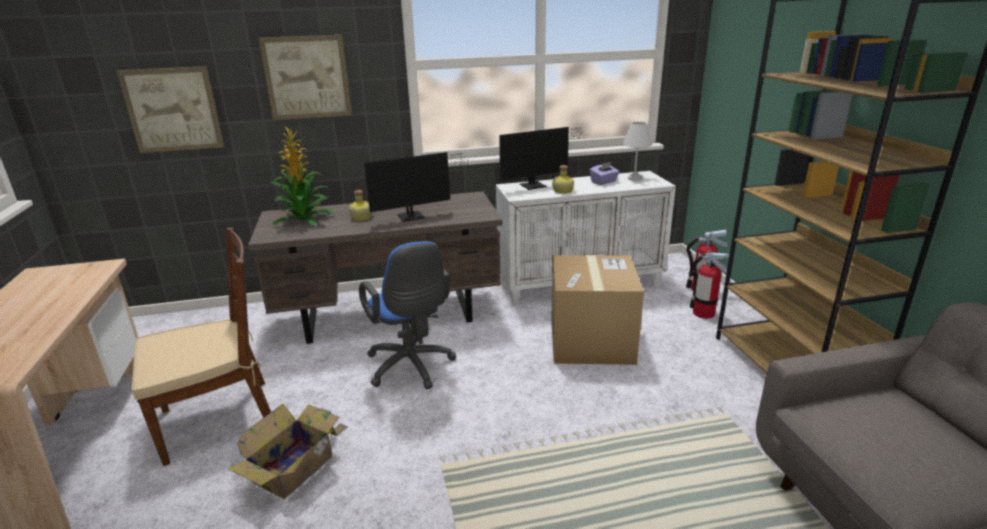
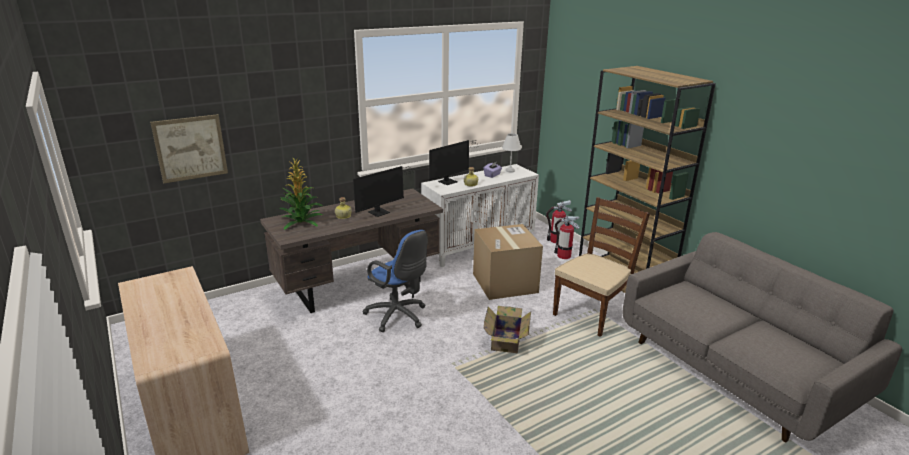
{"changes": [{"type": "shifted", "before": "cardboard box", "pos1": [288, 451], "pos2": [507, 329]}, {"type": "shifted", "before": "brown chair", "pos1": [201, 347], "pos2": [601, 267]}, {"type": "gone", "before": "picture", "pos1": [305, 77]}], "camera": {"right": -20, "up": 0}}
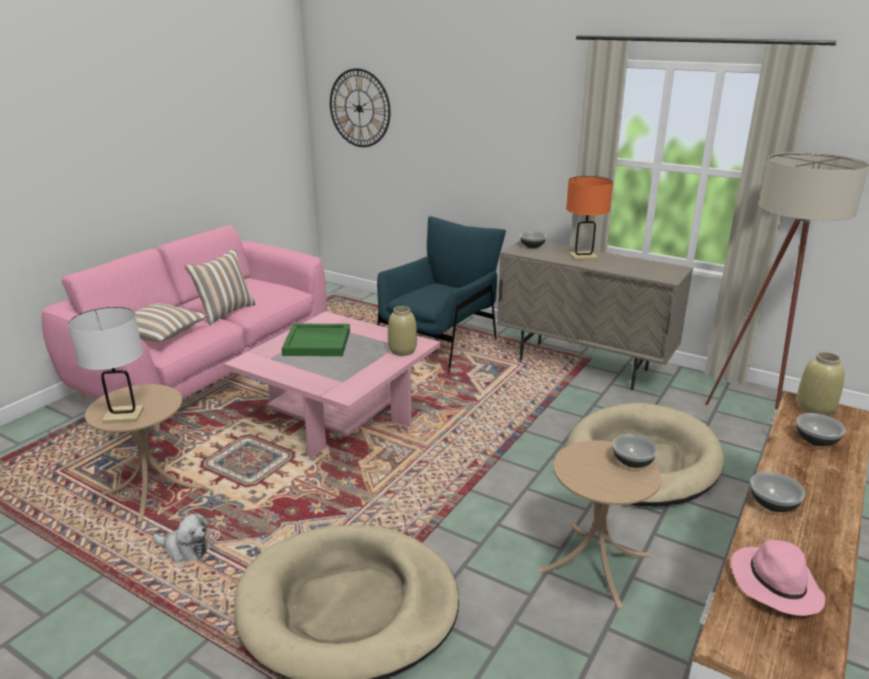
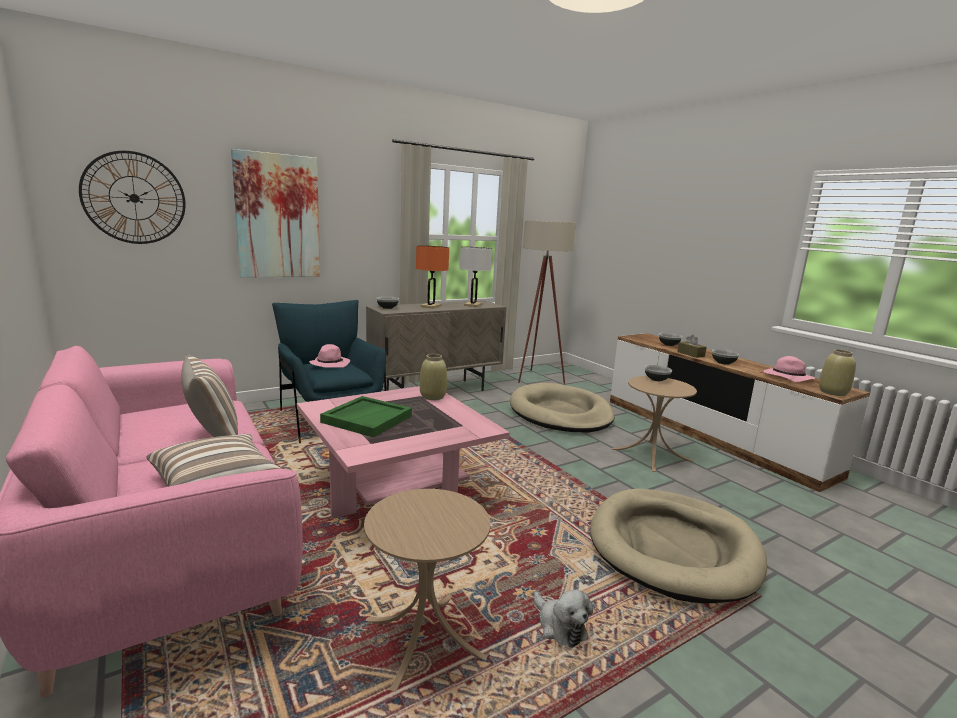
{"changes": [{"type": "new", "after": "picture", "pos2": [275, 213]}, {"type": "new", "after": "pink hat", "pos2": [329, 356]}, {"type": "shifted", "before": "white table lamp", "pos1": [106, 365], "pos2": [476, 277]}, {"type": "rotated", "before": "plush toy", "pos1": [182, 538], "pos2": [563, 619], "turn": 105}, {"type": "new", "after": "brown tissue box", "pos2": [692, 346]}, {"type": "shifted", "before": "beige vase", "pos1": [821, 384], "pos2": [837, 372]}], "camera": {"right": -65, "up": -10}}
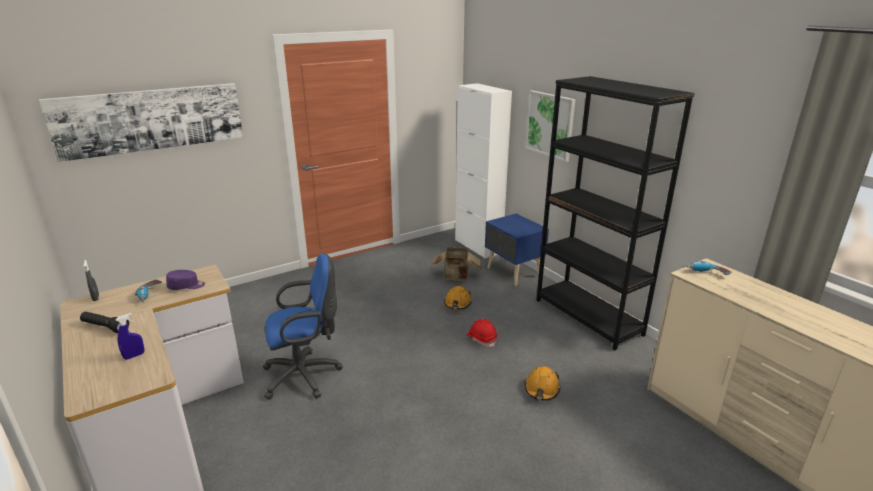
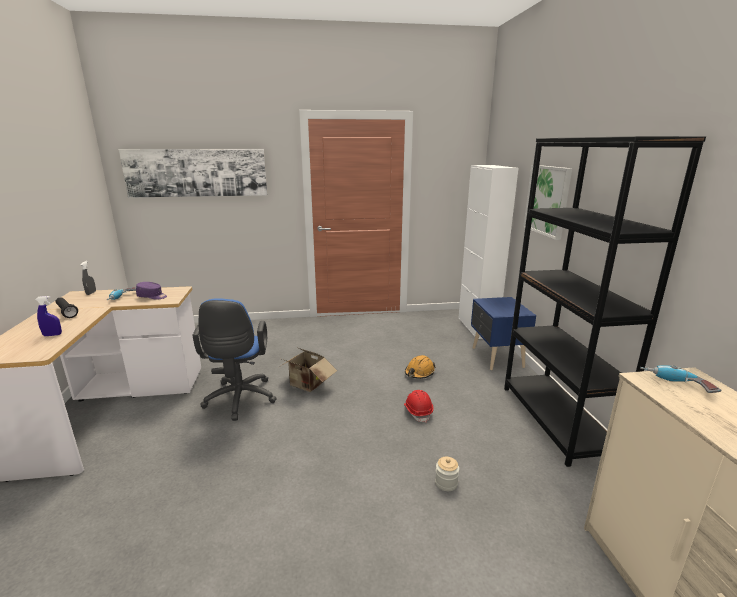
{"changes": [{"type": "rotated", "before": "blue office chair", "pos1": [303, 327], "pos2": [234, 359], "turn": 75}, {"type": "shifted", "before": "cardboard box", "pos1": [456, 264], "pos2": [308, 370]}, {"type": "swapped", "before": "orange hard hat", "after": "jar", "pos1": [542, 383], "pos2": [447, 474]}], "camera": {"right": 25, "up": -5}}
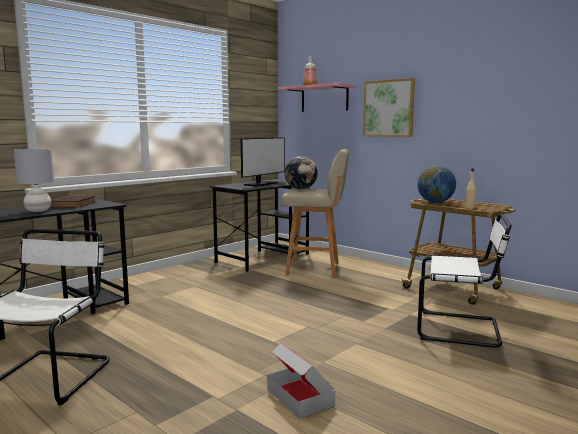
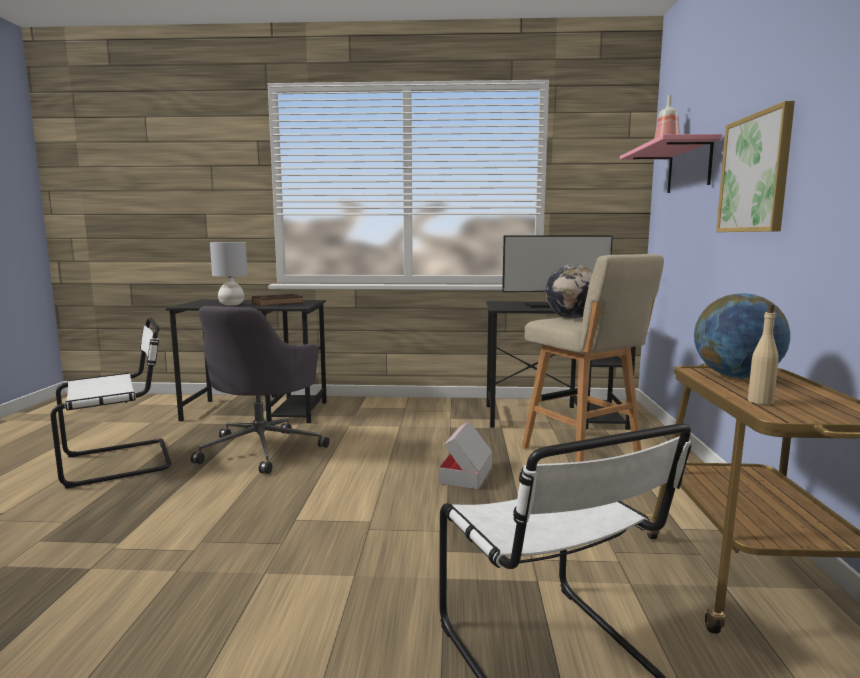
{"changes": [{"type": "new", "after": "grey office chair", "pos2": [260, 390]}, {"type": "shifted", "before": "cardboard box", "pos1": [301, 380], "pos2": [465, 455]}], "camera": {"right": 50, "up": 0}}
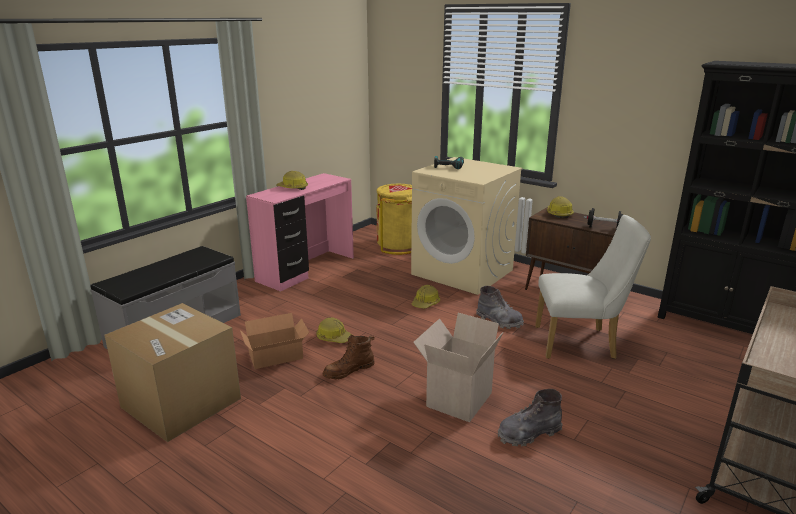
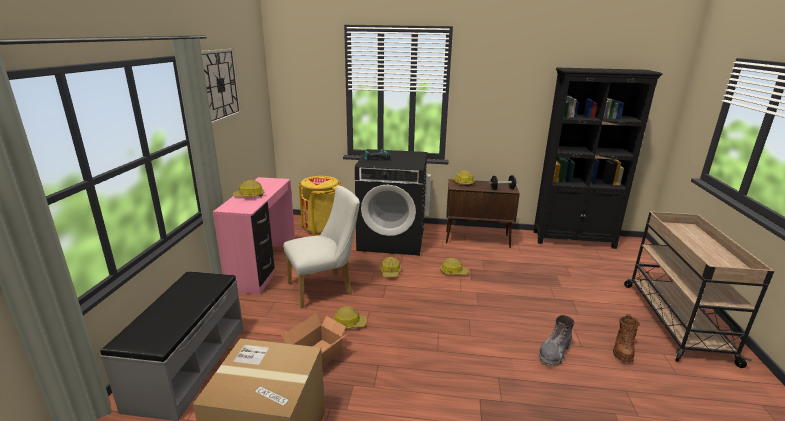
{"changes": [{"type": "new", "after": "wall clock", "pos2": [221, 86]}, {"type": "shifted", "before": "white chair", "pos1": [593, 287], "pos2": [321, 247]}, {"type": "repainted", "before": "beige washing machine", "after": "black washing machine", "pos1": [466, 226], "pos2": [391, 202]}, {"type": "swapped", "before": "grey boot", "after": "hard hat", "pos1": [500, 307], "pos2": [454, 266]}, {"type": "shifted", "before": "brown boot", "pos1": [349, 356], "pos2": [626, 338]}, {"type": "gone", "before": "cardboard box", "pos1": [458, 367]}], "camera": {"right": -30, "up": 0}}
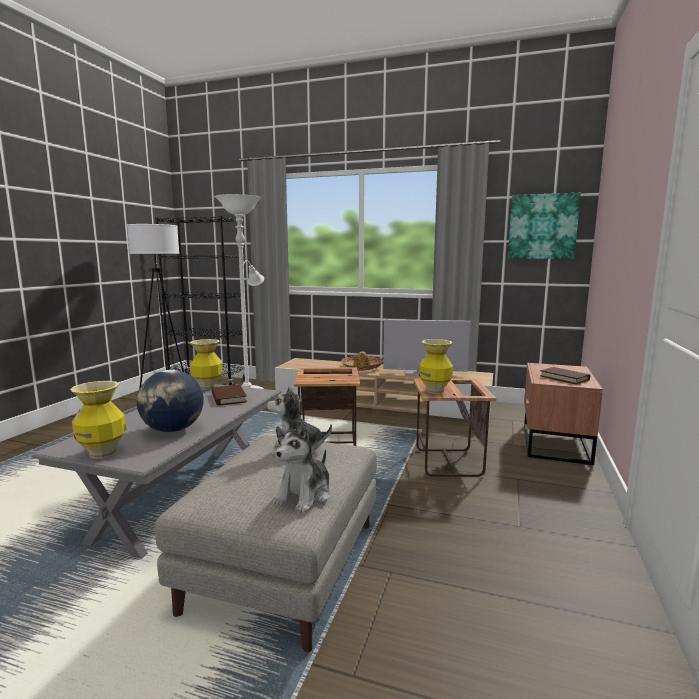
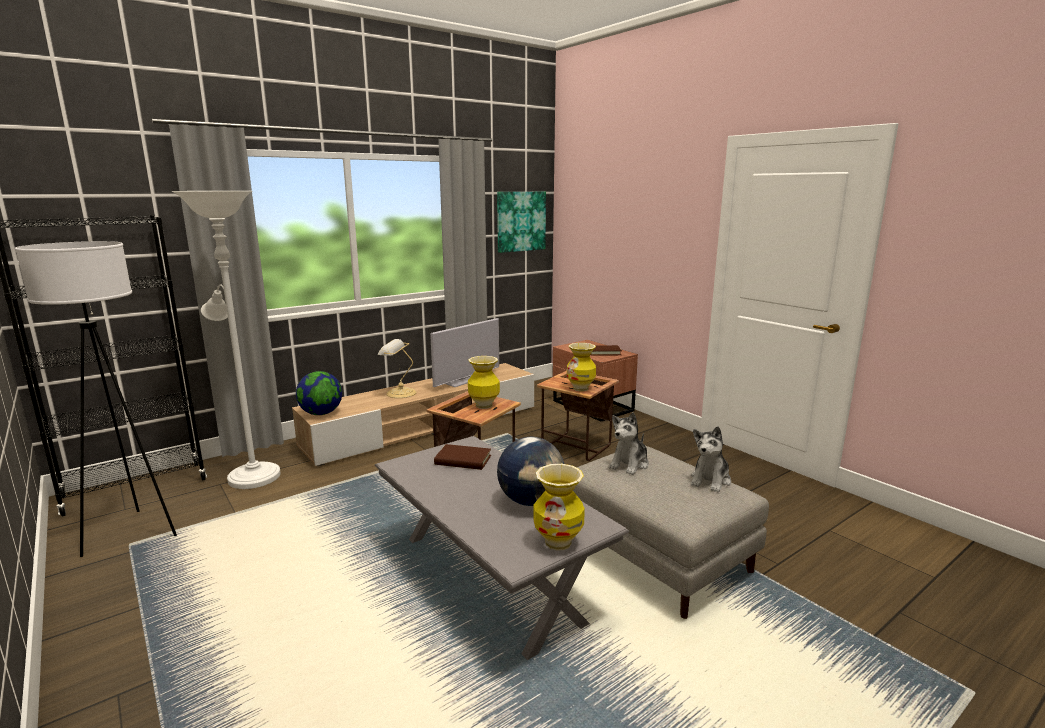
{"changes": [{"type": "new", "after": "globe", "pos2": [319, 393]}, {"type": "swapped", "before": "hat", "after": "table lamp", "pos1": [362, 361], "pos2": [397, 368]}, {"type": "shifted", "before": "vase", "pos1": [206, 364], "pos2": [484, 382]}, {"type": "rotated", "before": "plush toy", "pos1": [302, 467], "pos2": [711, 459], "turn": 60}], "camera": {"right": -55, "up": 5}}
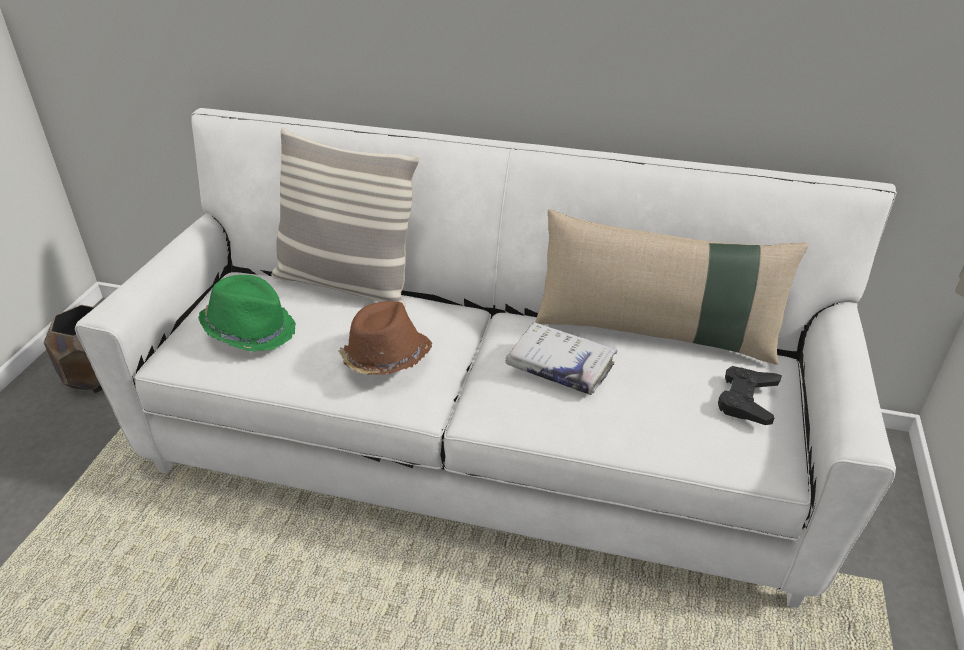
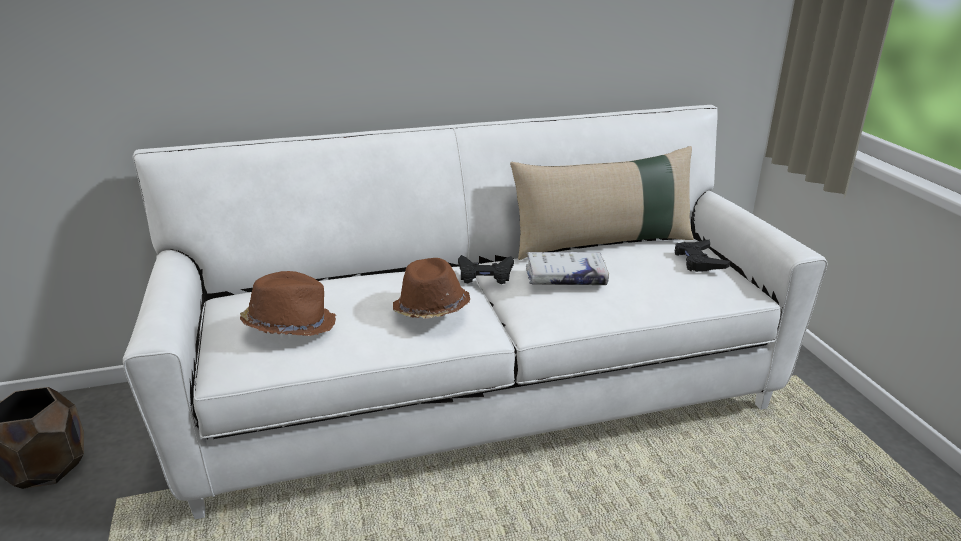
{"changes": [{"type": "repainted", "before": "green hat", "after": "brown hat", "pos1": [247, 313], "pos2": [288, 303]}, {"type": "new", "after": "black game controller", "pos2": [486, 269]}, {"type": "gone", "before": "pillow", "pos1": [345, 217]}], "camera": {"right": -30, "up": -10}}
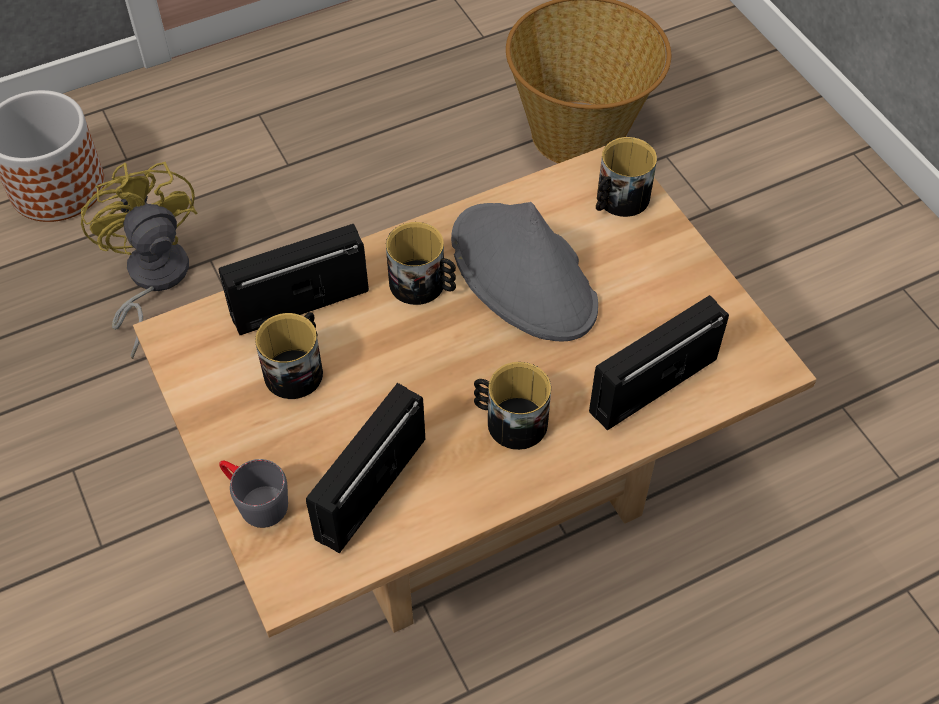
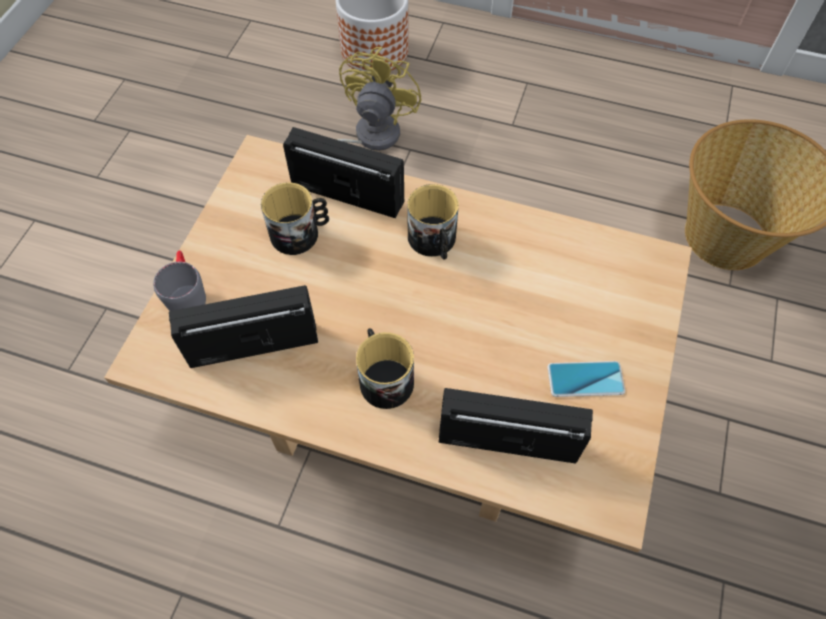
{"changes": [{"type": "new", "after": "phone", "pos2": [586, 379]}, {"type": "gone", "before": "grey hat", "pos1": [524, 271]}, {"type": "gone", "before": "mug", "pos1": [626, 177]}], "camera": {"right": 45, "up": 5}}
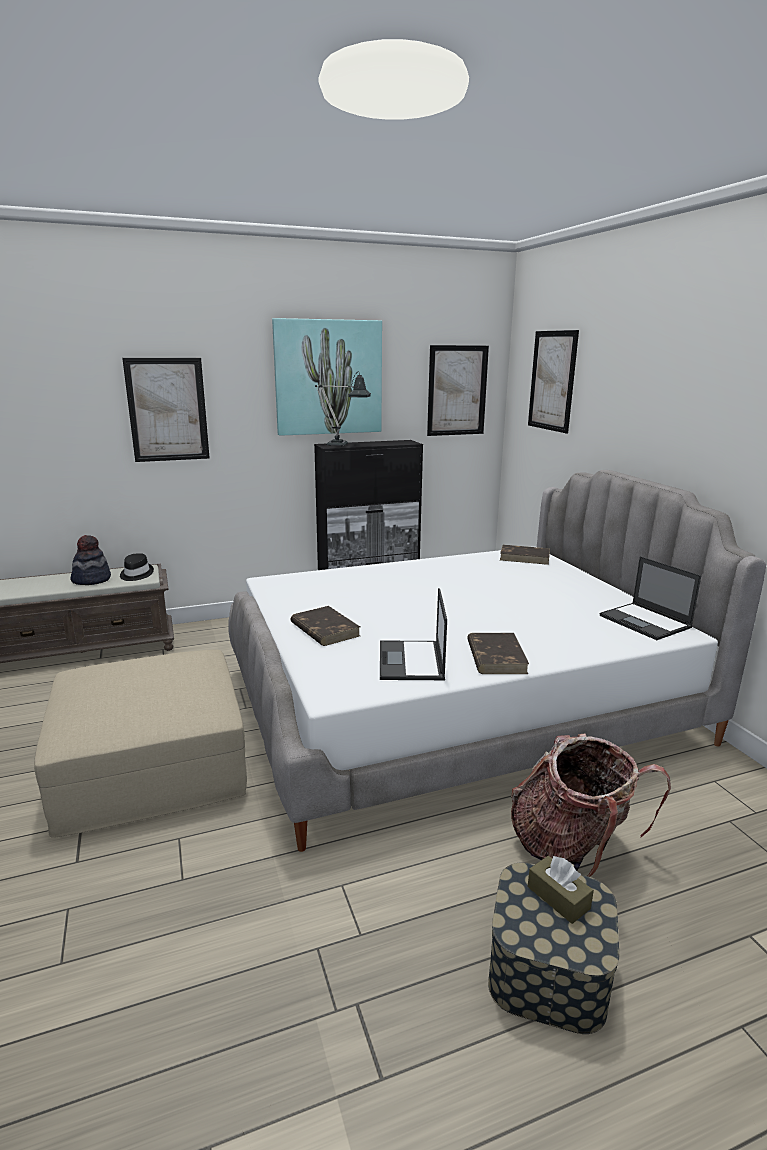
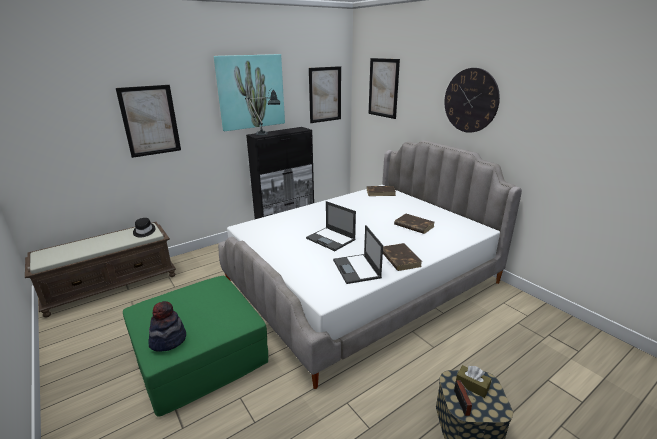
{"changes": [{"type": "repainted", "before": "beige ottoman", "after": "green ottoman", "pos1": [140, 744], "pos2": [195, 346]}, {"type": "shifted", "before": "hat", "pos1": [90, 560], "pos2": [167, 326]}, {"type": "shifted", "before": "laptop", "pos1": [650, 598], "pos2": [331, 226]}, {"type": "shifted", "before": "brown book", "pos1": [325, 626], "pos2": [414, 224]}, {"type": "new", "after": "wall clock", "pos2": [472, 100]}, {"type": "new", "after": "radio", "pos2": [464, 398]}, {"type": "gone", "before": "backpack", "pos1": [591, 805]}], "camera": {"right": -15, "up": 5}}
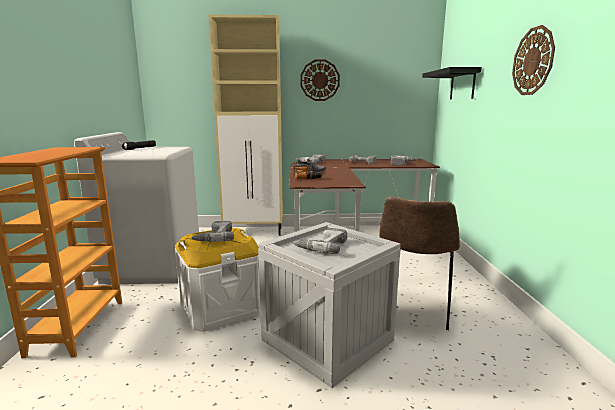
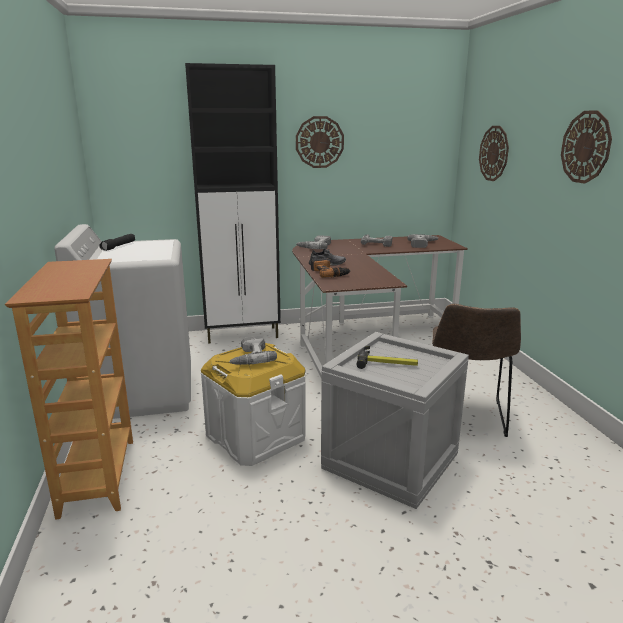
{"changes": [{"type": "repainted", "before": "beige cabinet", "after": "black cabinet", "pos1": [245, 125], "pos2": [233, 203]}, {"type": "swapped", "before": "power drill", "after": "hammer", "pos1": [320, 241], "pos2": [387, 357]}, {"type": "swapped", "before": "black shelf", "after": "wall clock", "pos1": [452, 83], "pos2": [494, 153]}], "camera": {"right": -10, "up": 5}}
